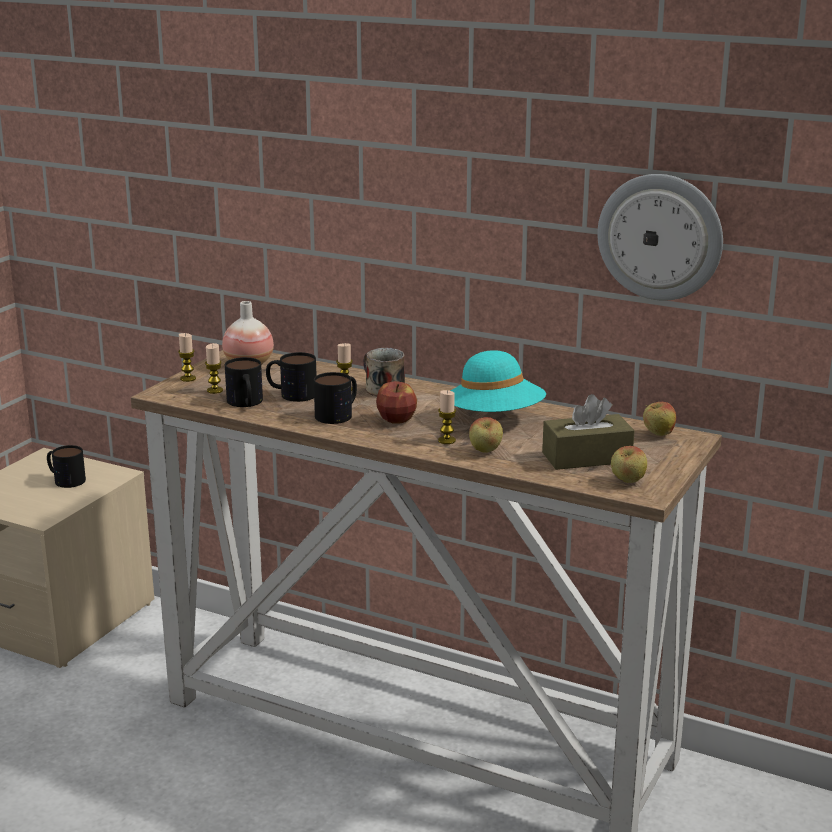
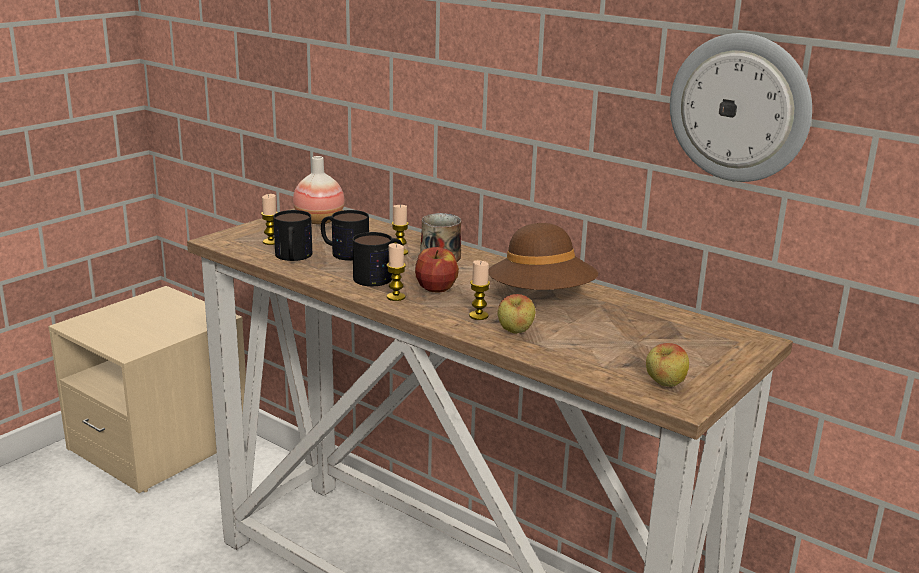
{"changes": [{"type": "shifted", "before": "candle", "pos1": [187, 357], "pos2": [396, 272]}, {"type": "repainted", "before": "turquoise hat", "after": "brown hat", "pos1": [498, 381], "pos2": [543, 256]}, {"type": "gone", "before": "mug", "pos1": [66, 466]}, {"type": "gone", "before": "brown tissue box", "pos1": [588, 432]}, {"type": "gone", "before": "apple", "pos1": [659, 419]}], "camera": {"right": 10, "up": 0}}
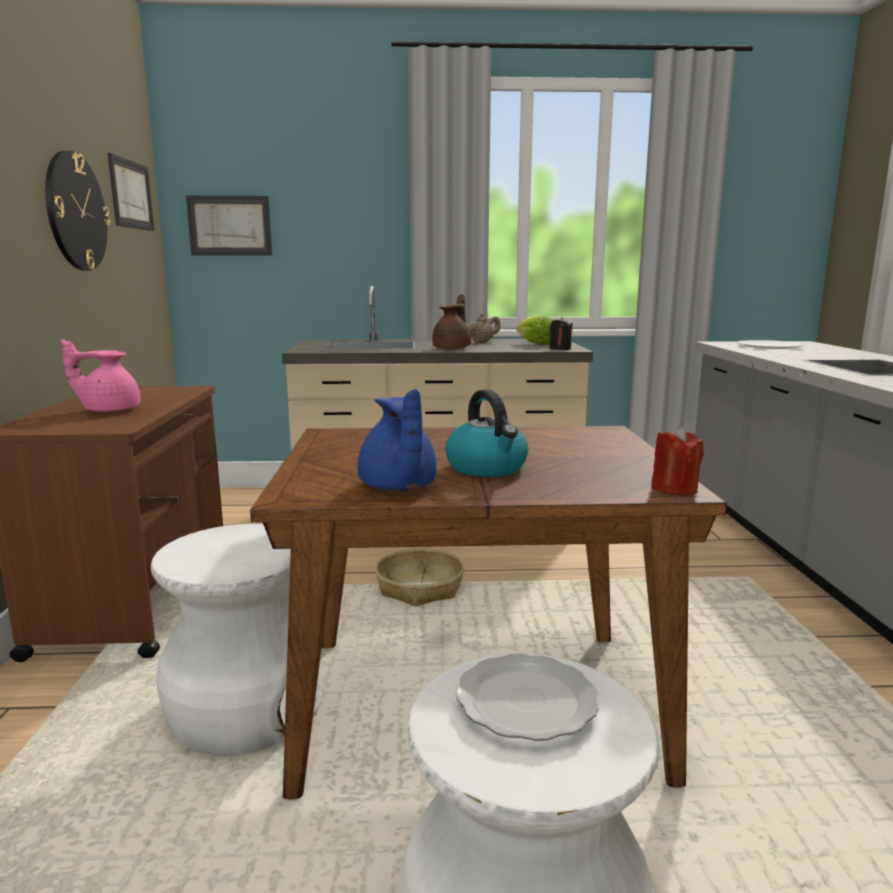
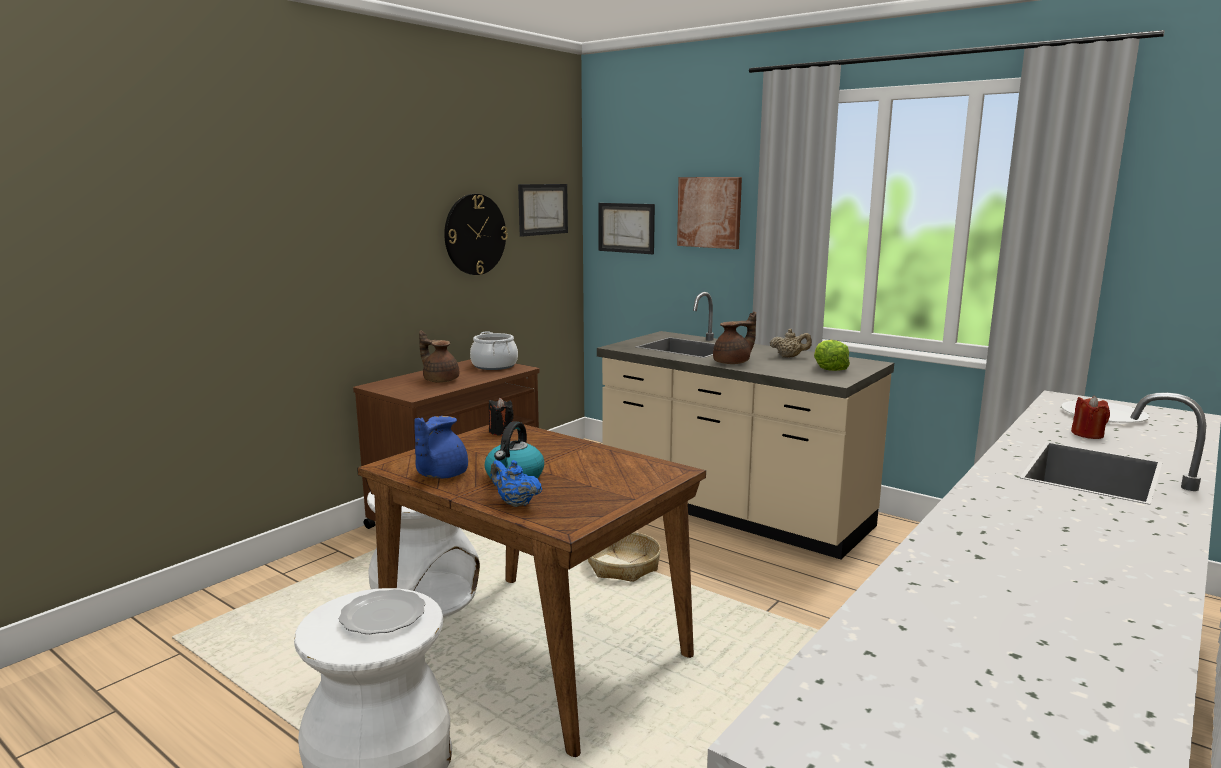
{"changes": [{"type": "repainted", "before": "pink teapot", "after": "brown teapot", "pos1": [100, 375], "pos2": [439, 357]}, {"type": "new", "after": "cooking pot", "pos2": [494, 350]}, {"type": "shifted", "before": "black candle", "pos1": [561, 333], "pos2": [501, 416]}, {"type": "new", "after": "blue teapot", "pos2": [516, 483]}, {"type": "new", "after": "picture", "pos2": [709, 213]}, {"type": "shifted", "before": "red candle", "pos1": [677, 461], "pos2": [1090, 417]}], "camera": {"right": 40, "up": 0}}
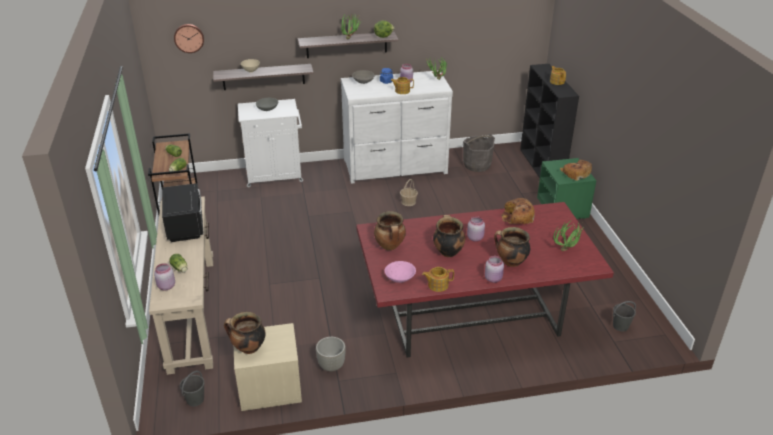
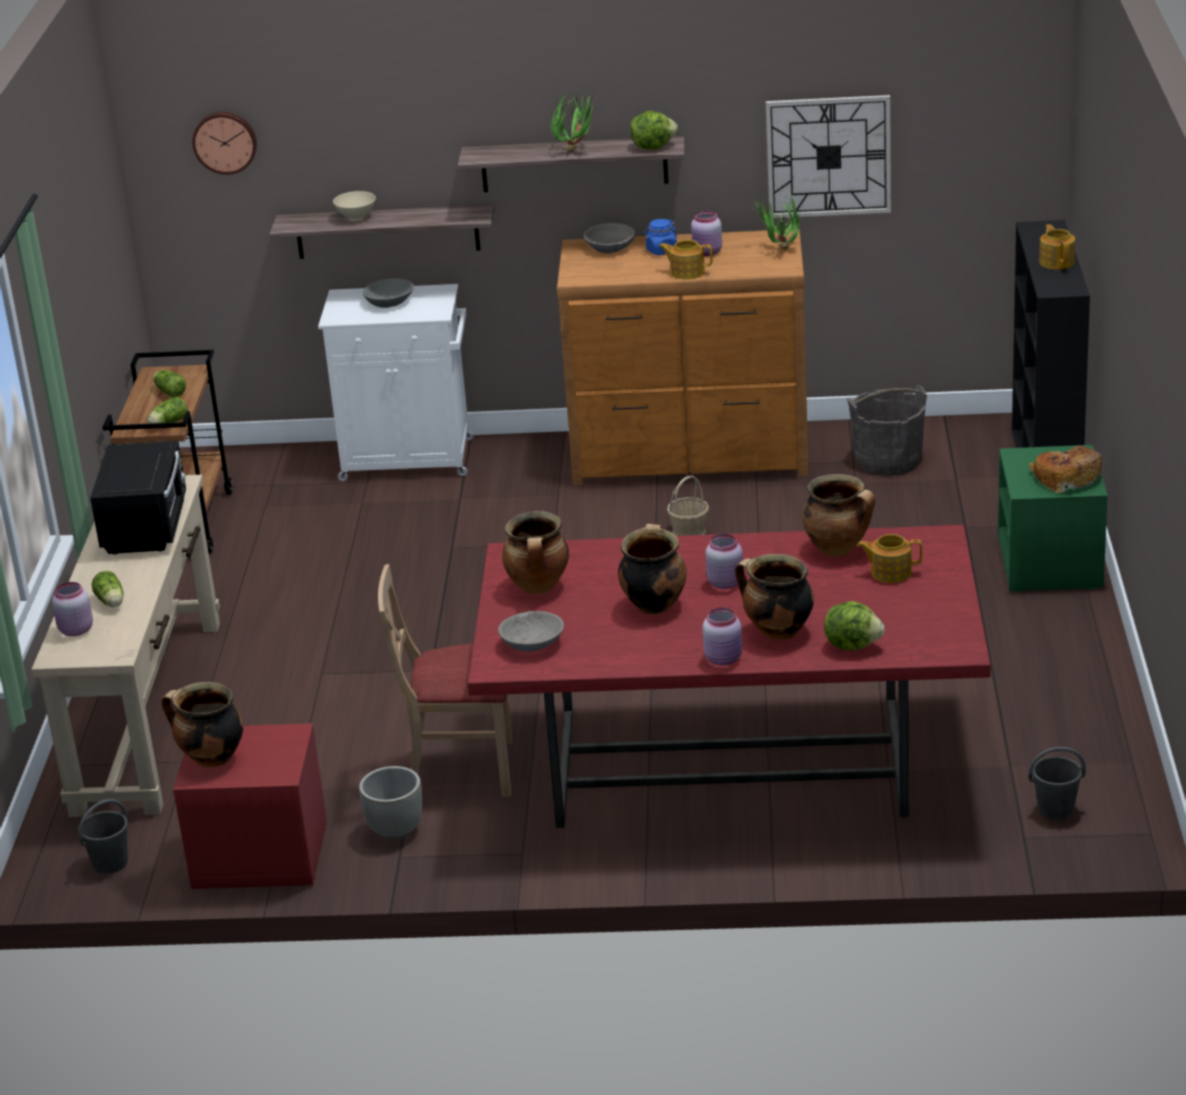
{"changes": [{"type": "repainted", "before": "beige nightstand", "after": "red nightstand", "pos1": [268, 367], "pos2": [250, 806]}, {"type": "new", "after": "beige chair", "pos2": [445, 680]}, {"type": "repainted", "before": "pink bowl", "after": "grey bowl", "pos1": [400, 272], "pos2": [531, 631]}, {"type": "repainted", "before": "white dresser", "after": "brown dresser", "pos1": [397, 127], "pos2": [683, 357]}, {"type": "new", "after": "wall clock", "pos2": [828, 156]}, {"type": "swapped", "before": "bread", "after": "cooking pot", "pos1": [518, 211], "pos2": [839, 515]}, {"type": "new", "after": "lettuce", "pos2": [854, 625]}, {"type": "shifted", "before": "teapot", "pos1": [438, 279], "pos2": [889, 558]}, {"type": "gone", "before": "potted plant", "pos1": [568, 235]}], "camera": {"right": 15, "up": -5}}
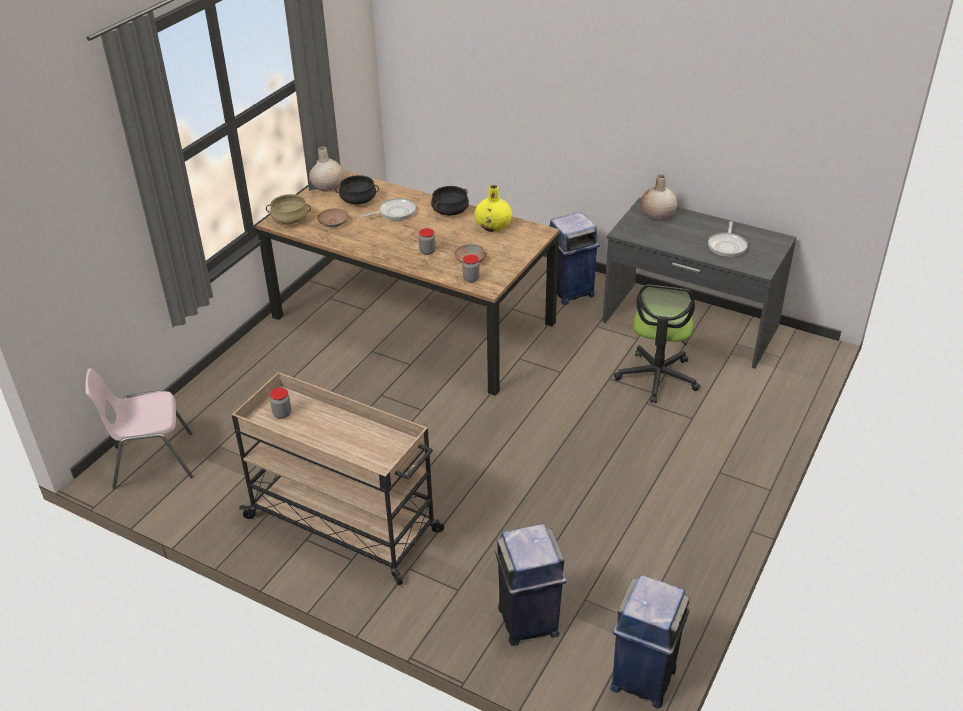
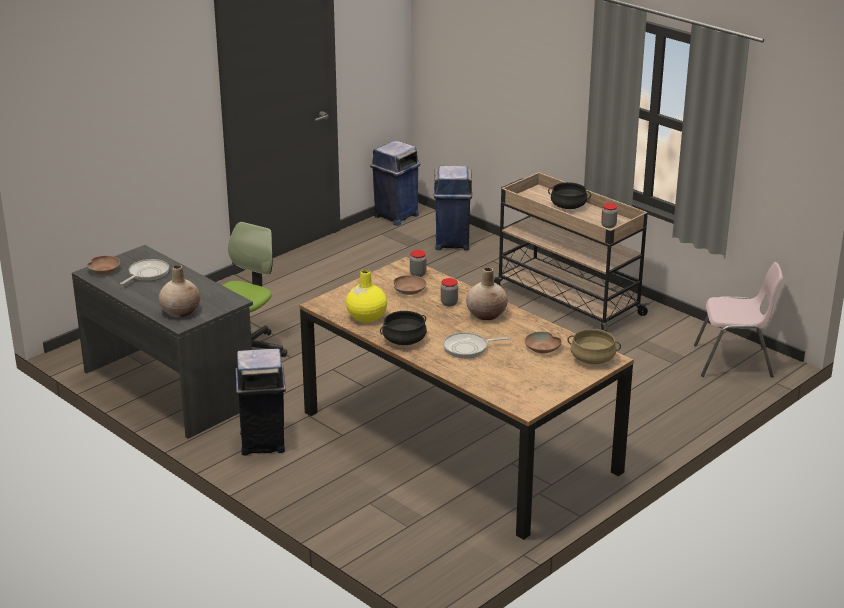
{"changes": [{"type": "new", "after": "brown bowl", "pos2": [103, 265]}, {"type": "shifted", "before": "beige vase", "pos1": [326, 169], "pos2": [487, 294]}, {"type": "shifted", "before": "black cooking pot", "pos1": [357, 189], "pos2": [569, 195]}], "camera": {"right": -165, "up": -10}}
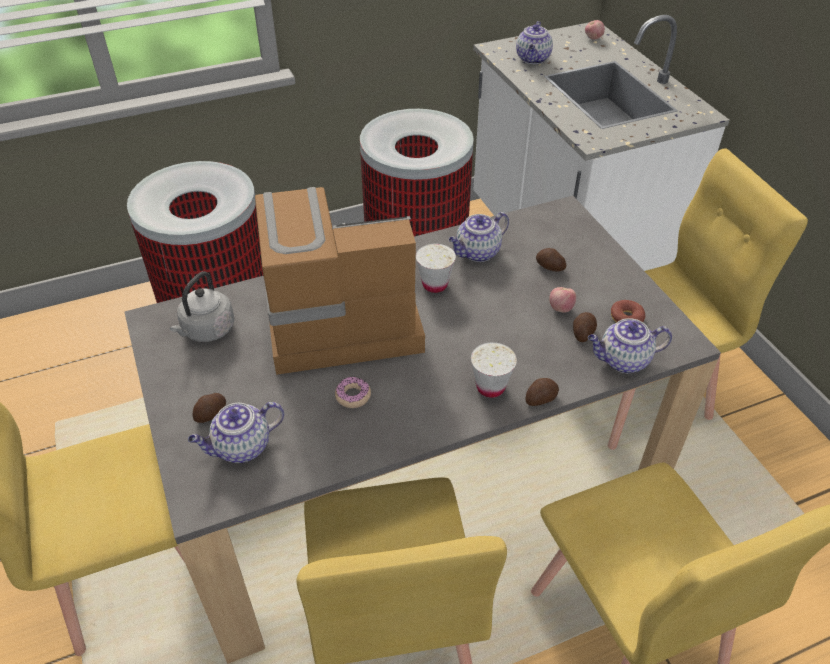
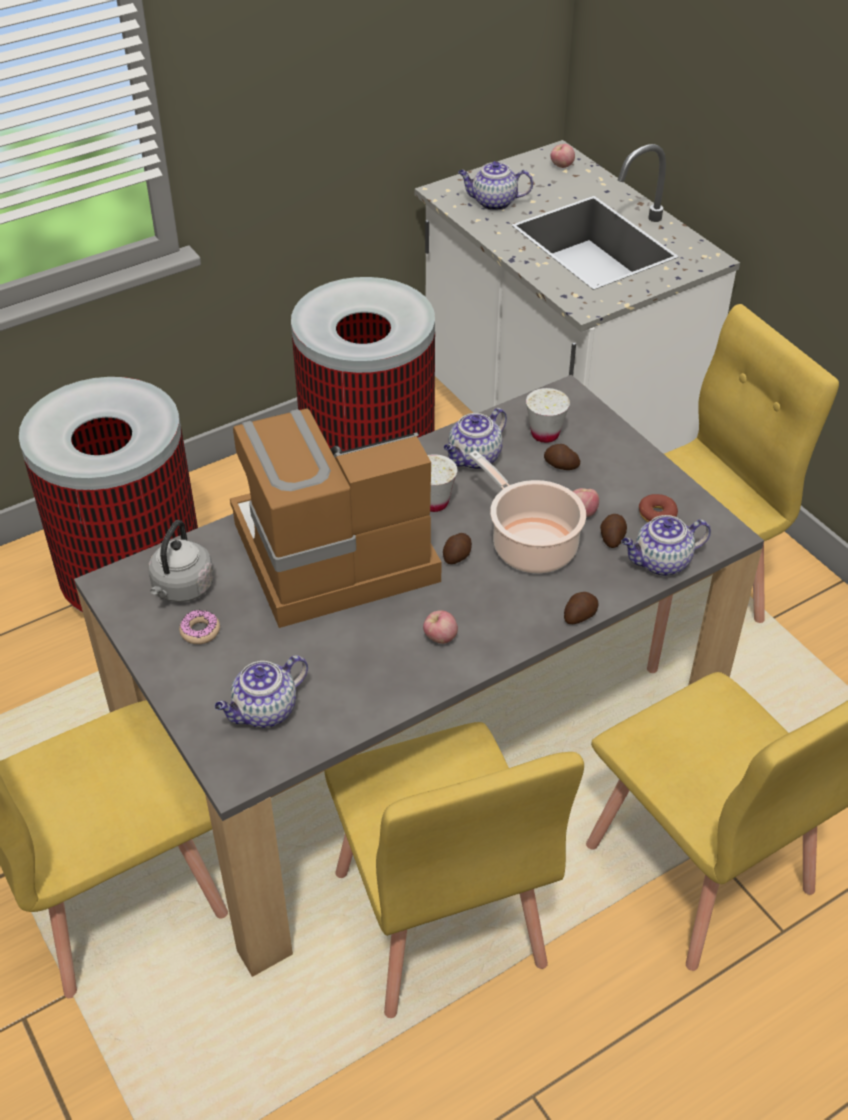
{"changes": [{"type": "shifted", "before": "donut", "pos1": [353, 392], "pos2": [199, 627]}, {"type": "new", "after": "apple", "pos2": [440, 627]}, {"type": "shifted", "before": "potato", "pos1": [209, 408], "pos2": [457, 548]}, {"type": "rotated", "before": "teapot", "pos1": [534, 42], "pos2": [495, 186], "turn": 90}, {"type": "new", "after": "cooking pot", "pos2": [527, 511]}, {"type": "shifted", "before": "white cup", "pos1": [494, 370], "pos2": [548, 415]}], "camera": {"right": -10, "up": 0}}
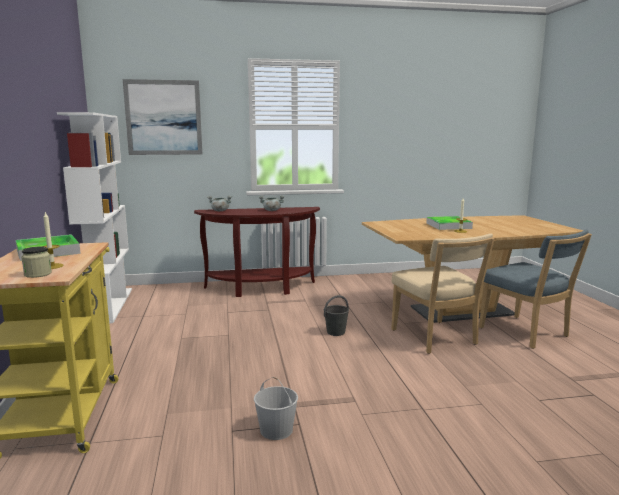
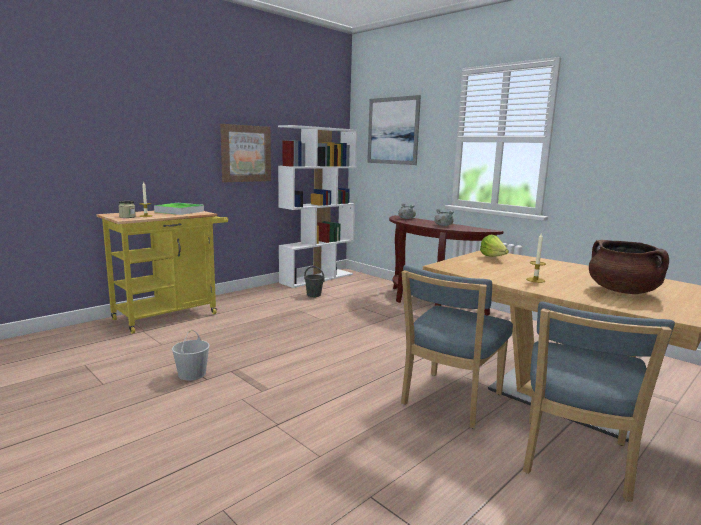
{"changes": [{"type": "new", "after": "picture", "pos2": [245, 153]}, {"type": "shifted", "before": "grey bucket", "pos1": [336, 315], "pos2": [314, 281]}, {"type": "repainted", "before": "beige chair", "after": "blue chair", "pos1": [443, 294], "pos2": [457, 346]}, {"type": "new", "after": "lettuce", "pos2": [494, 246]}, {"type": "new", "after": "brown cooking pot", "pos2": [629, 267]}, {"type": "gone", "before": "tray", "pos1": [449, 223]}], "camera": {"right": 55, "up": 0}}
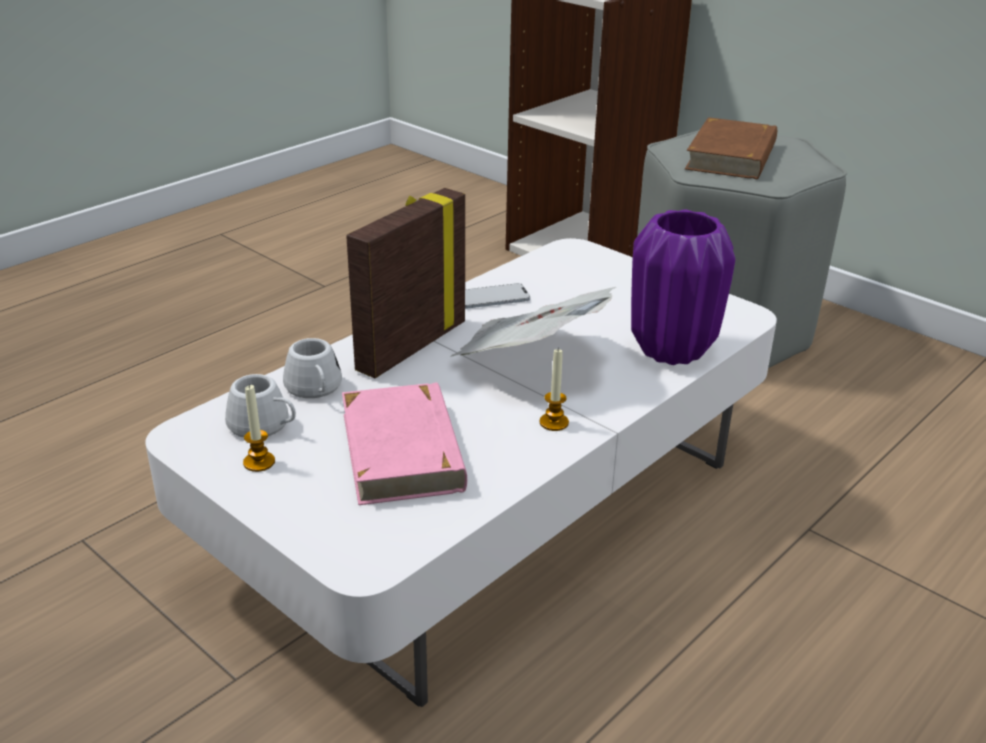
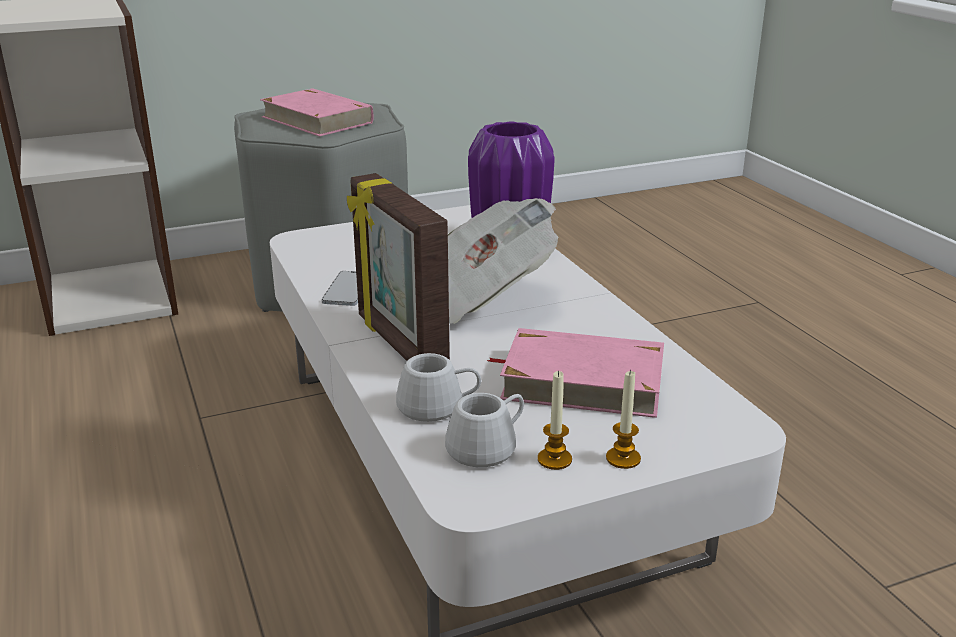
{"changes": [{"type": "repainted", "before": "brown book", "after": "pink book", "pos1": [731, 148], "pos2": [316, 112]}, {"type": "shifted", "before": "candle", "pos1": [554, 389], "pos2": [623, 419]}], "camera": {"right": -65, "up": -5}}
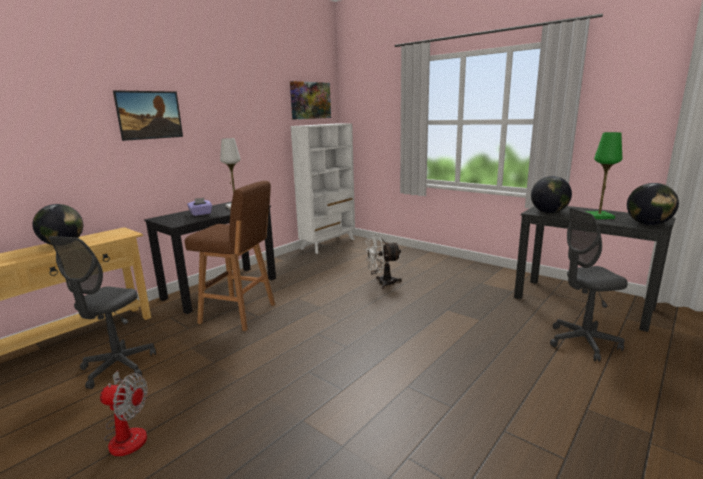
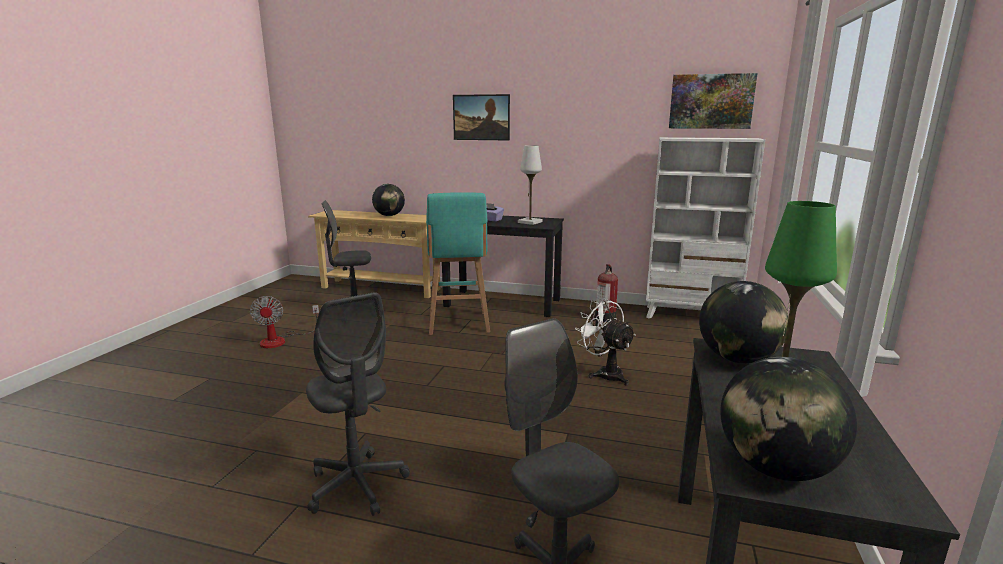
{"changes": [{"type": "new", "after": "grey office chair", "pos2": [358, 404]}, {"type": "repainted", "before": "brown stool", "after": "turquoise stool", "pos1": [230, 256], "pos2": [458, 263]}, {"type": "new", "after": "fire extinguisher", "pos2": [606, 293]}], "camera": {"right": 65, "up": 0}}
